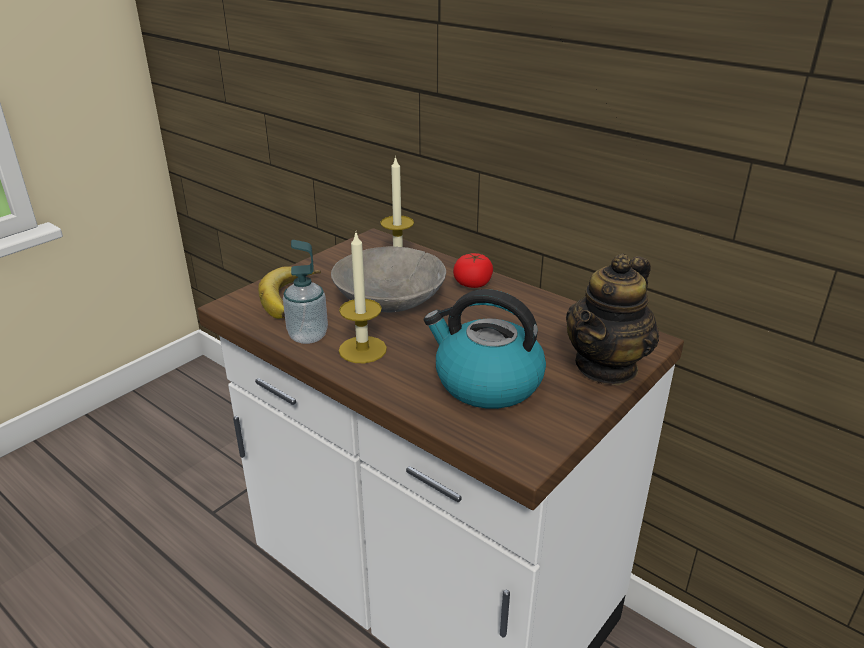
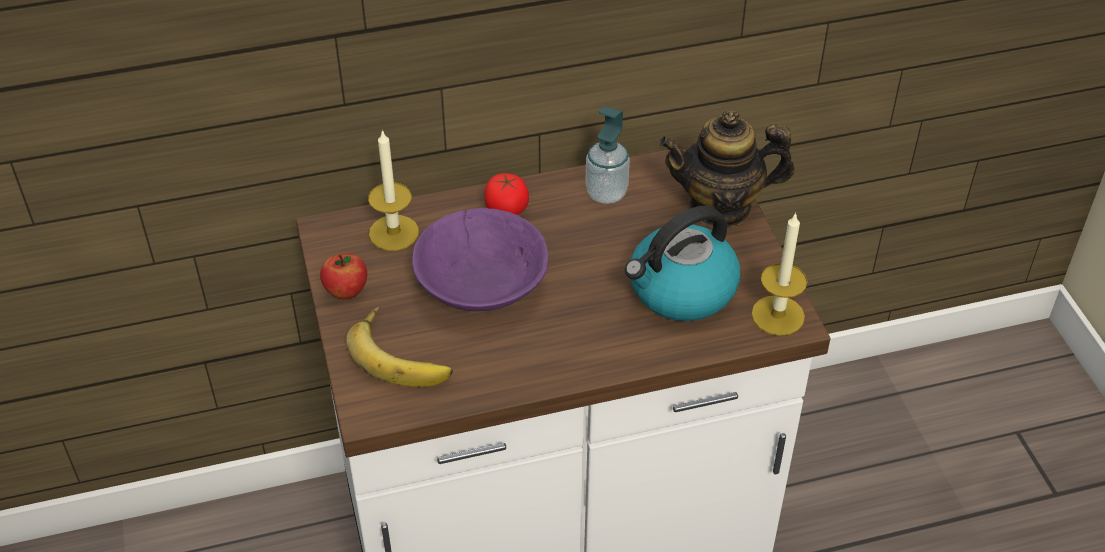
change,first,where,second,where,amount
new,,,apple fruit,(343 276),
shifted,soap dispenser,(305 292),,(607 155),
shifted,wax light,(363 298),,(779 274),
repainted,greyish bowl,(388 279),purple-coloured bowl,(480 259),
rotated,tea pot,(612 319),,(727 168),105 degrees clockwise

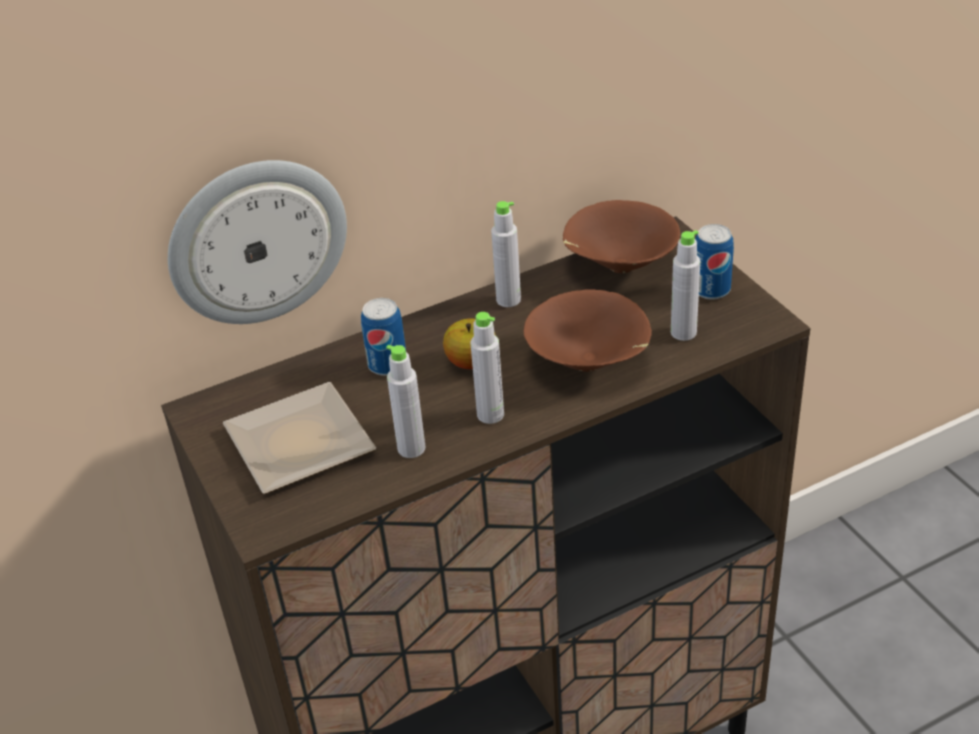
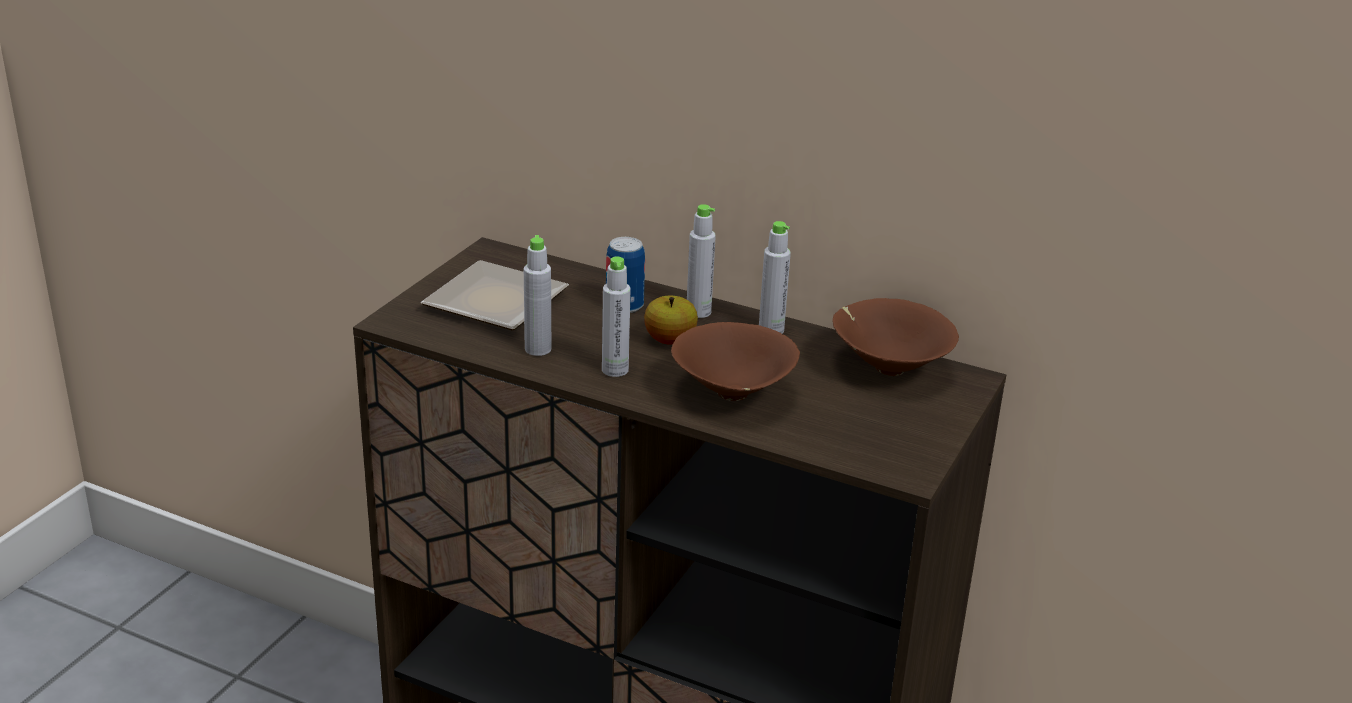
change,first,where,second,where,amount
gone,clock on the wall,(257 242),,,
gone,can,(714 262),,,
shifted,greyish drink bottle,(685 285),,(701 261),

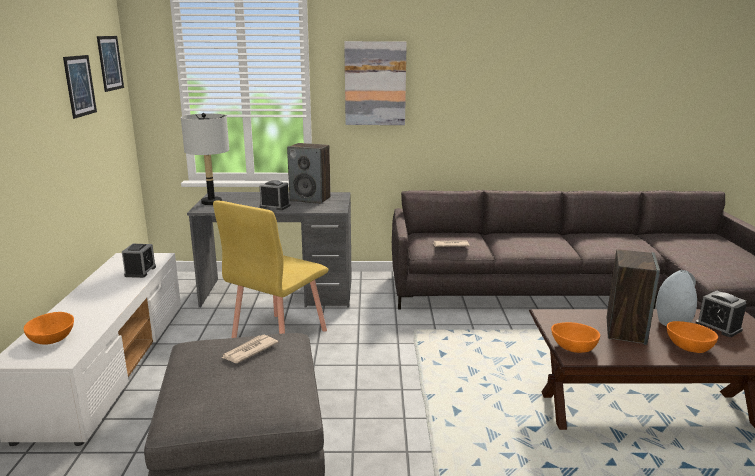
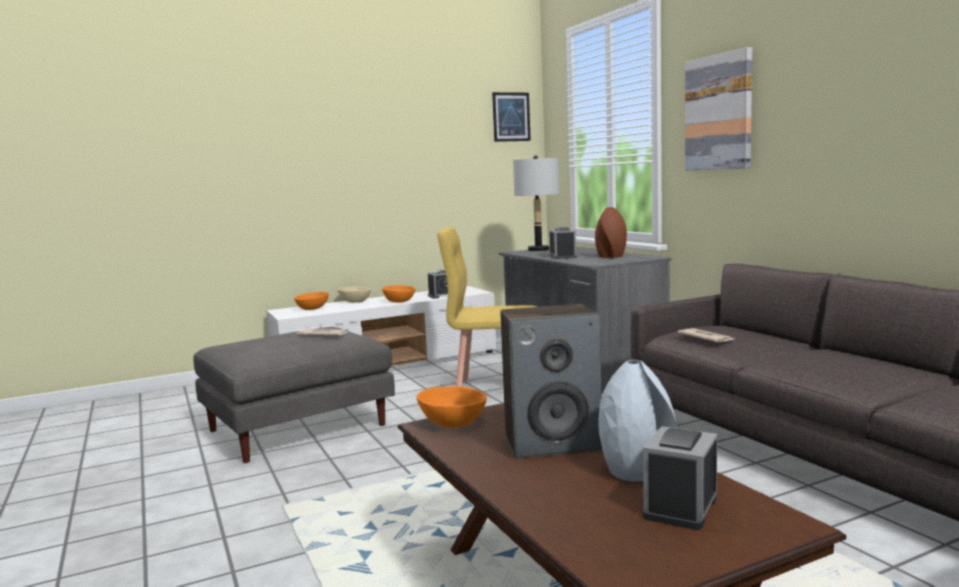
change,first,where,second,where,amount
gone,wall picture,(80 87),,,
new,,,beige-coloured bowl,(354 295),
shifted,orangey bowl,(692 337),,(399 293),
swapped,audio speaker,(309 173),brown-coloured vase,(611 232),

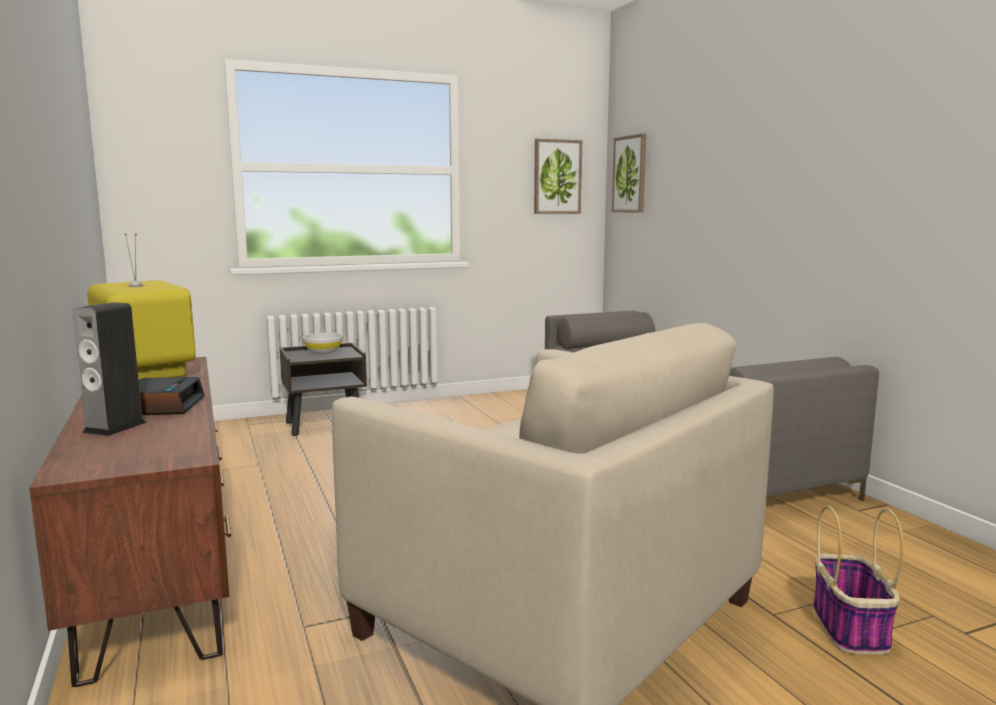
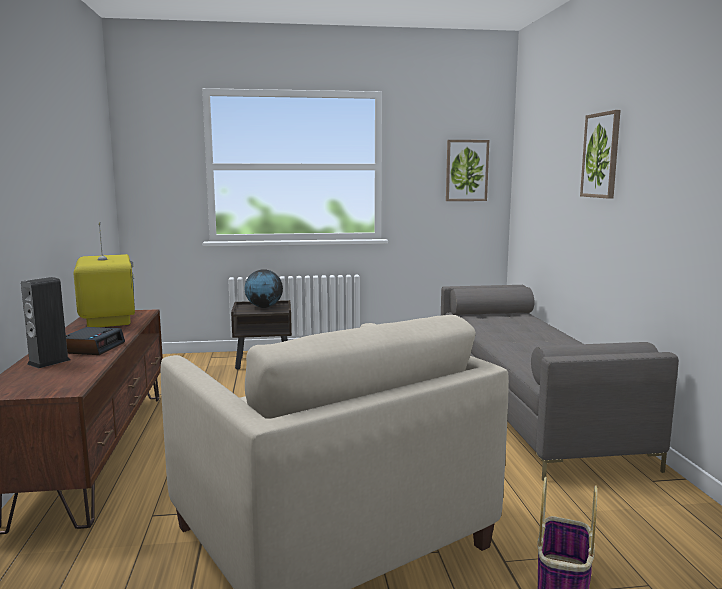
change,first,where,second,where,amount
shifted,wall picture,(629 173),,(600 154),
swapped,whitish bowl,(323 343),desk globe,(263 288),

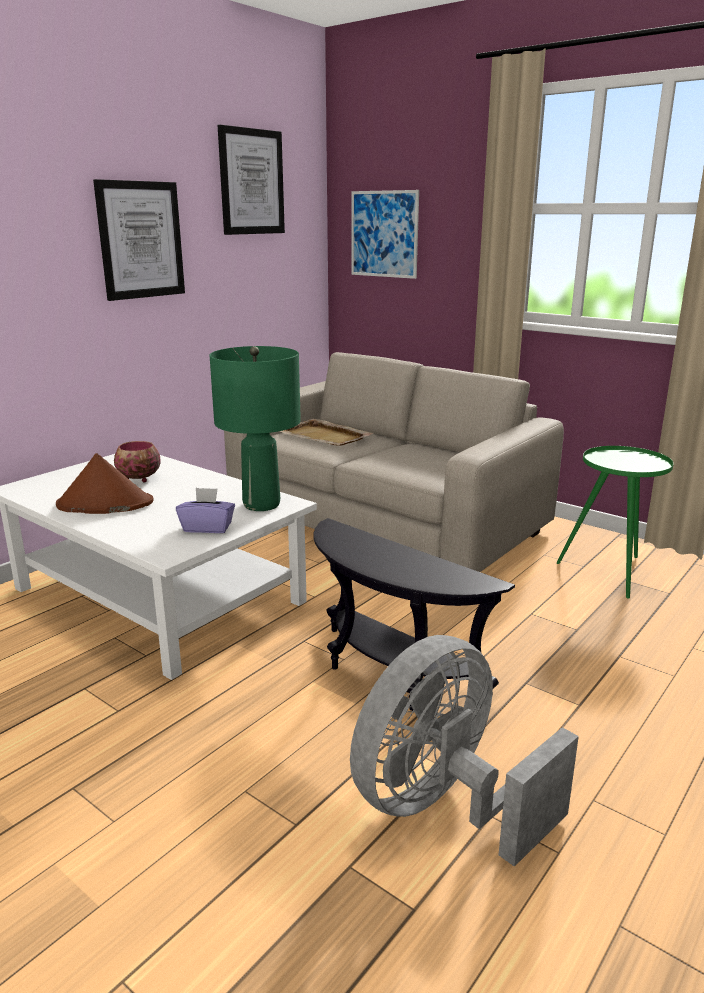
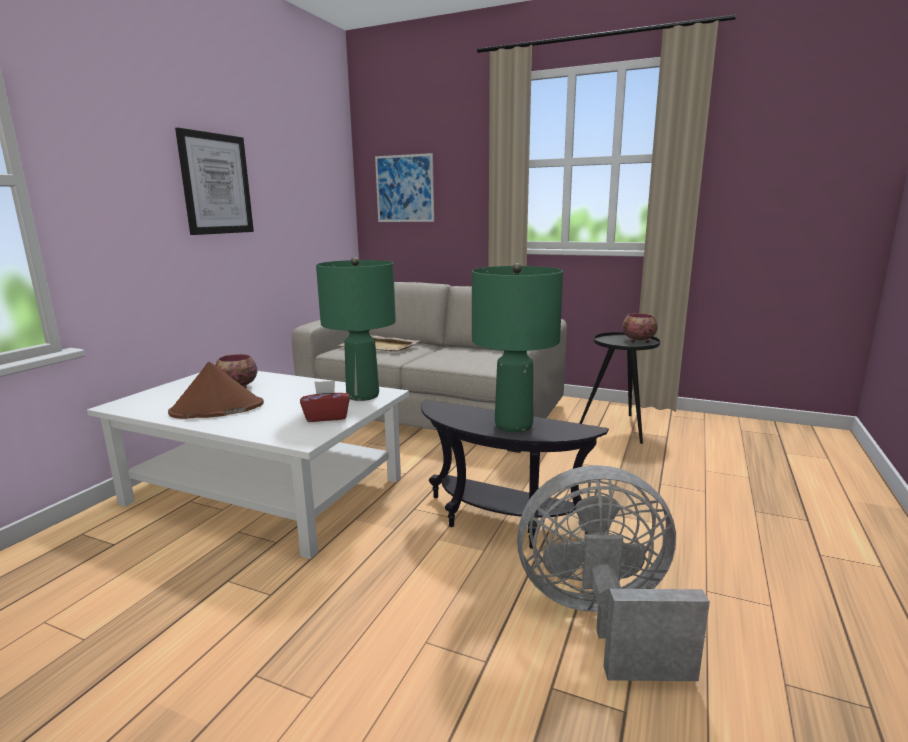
change,first,where,second,where,amount
gone,wall picture,(251 180),,,
new,,,green tabletop lamp,(517 347),
new,,,bowl,(640 328),
repainted,purple-coloured tissue box,(205 510),reddish tissue box,(325 401),
repainted,green accent table,(615 522),blackish accent table,(619 388),
rotated,greyish cooling fan,(464 751),,(613 573),60 degrees clockwise

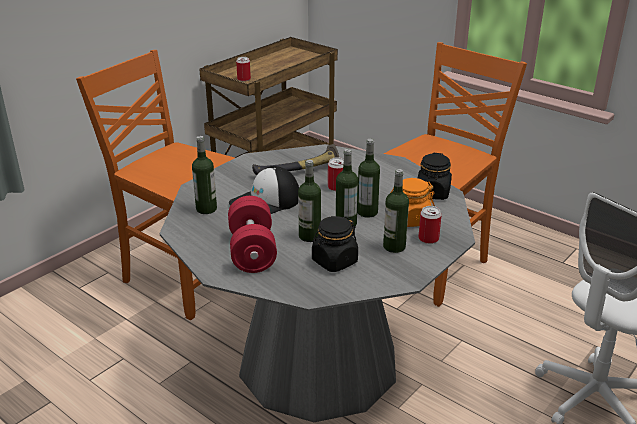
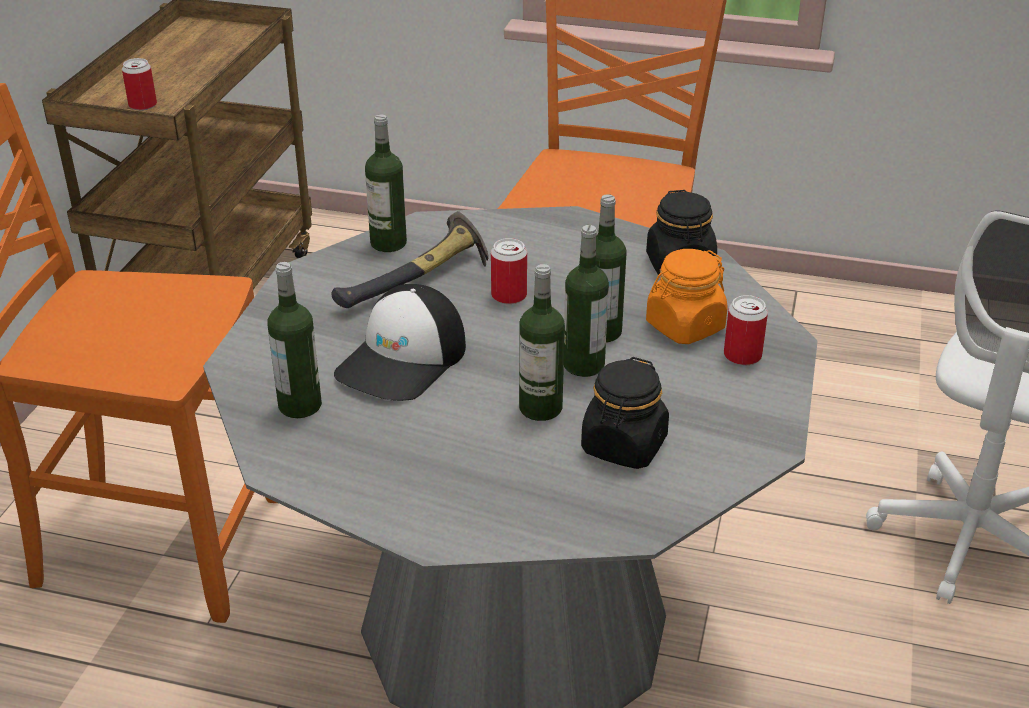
change,first,where,second,where,amount
gone,reddish free weight,(252 234),,,
shifted,drink bottle,(396 211),,(386 183),

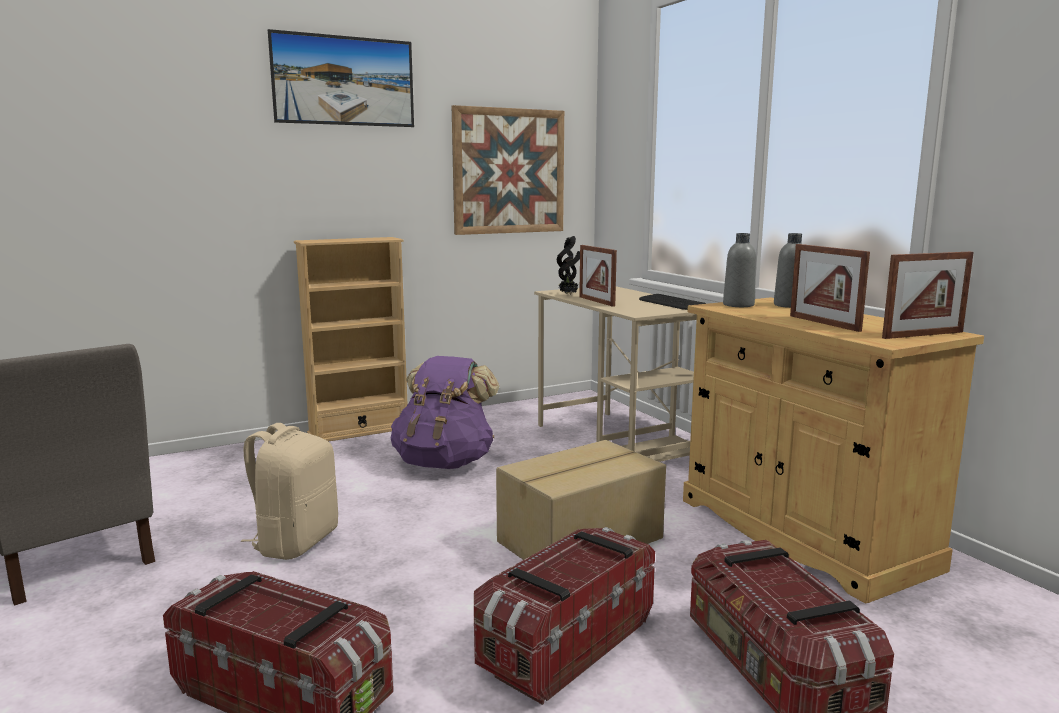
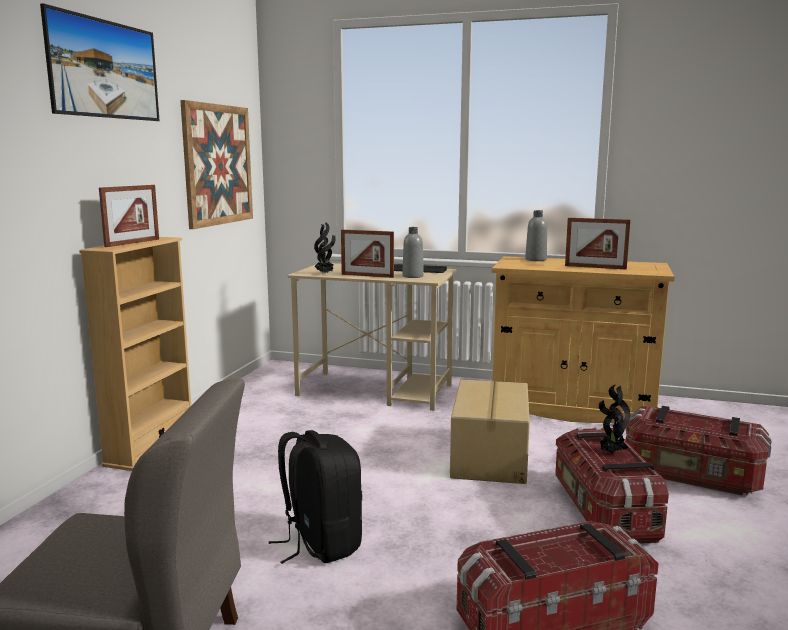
change,first,where,second,where,amount
gone,purple-coloured knapsack,(445 412),,,
new,,,plant in a pot,(614 419),
shifted,greyish drink bottle,(739 270),,(413 252),
shifted,picture frame,(928 295),,(129 216),
repainted,beige-coloured knapsack,(289 491),blackish knapsack,(315 497),

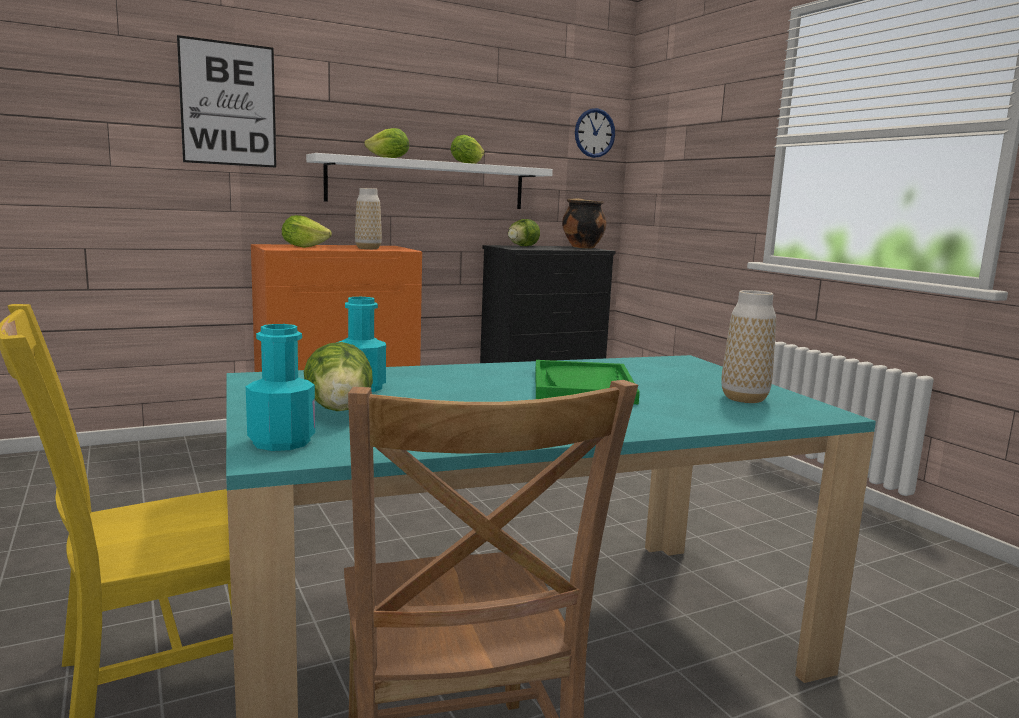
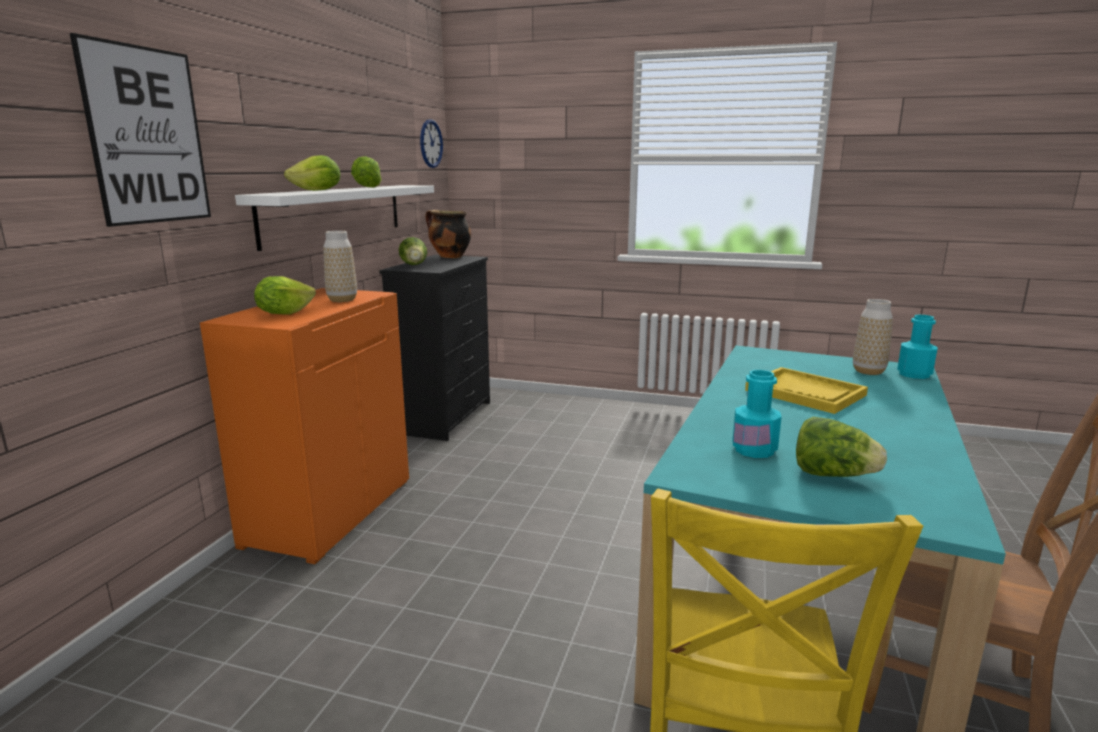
change,first,where,second,where,amount
shifted,blue-green drink bottle,(280 387),,(917 347),
repainted,green carrying tray,(587 382),yellow carrying tray,(806 390),

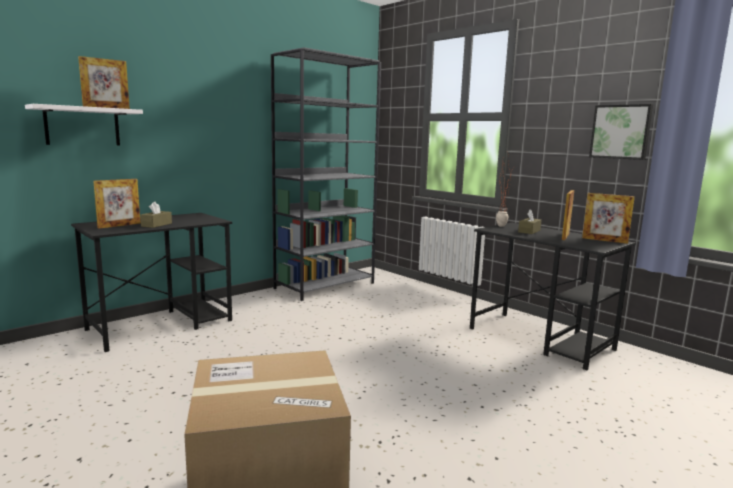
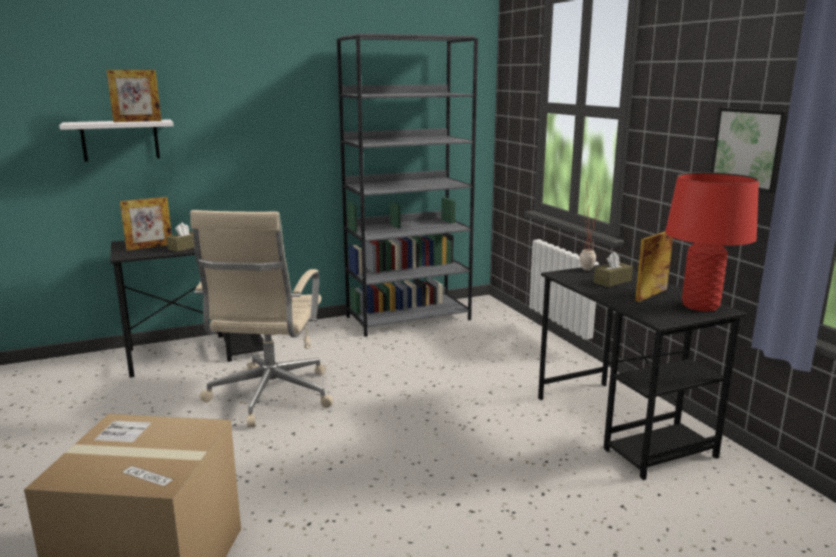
change,first,where,second,where,amount
new,,,beige-coloured computer chair,(261 318),
swapped,picture frame,(608 218),reddish tabletop lamp,(712 241),

